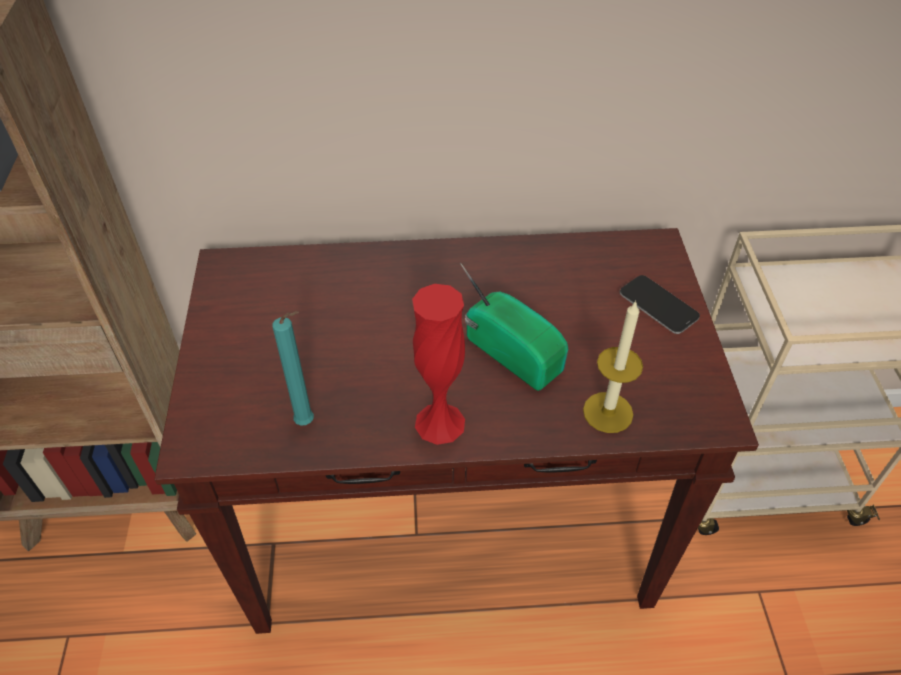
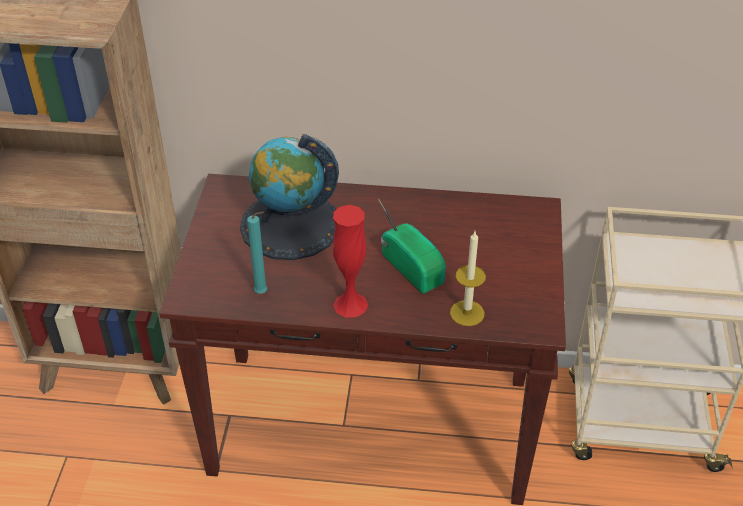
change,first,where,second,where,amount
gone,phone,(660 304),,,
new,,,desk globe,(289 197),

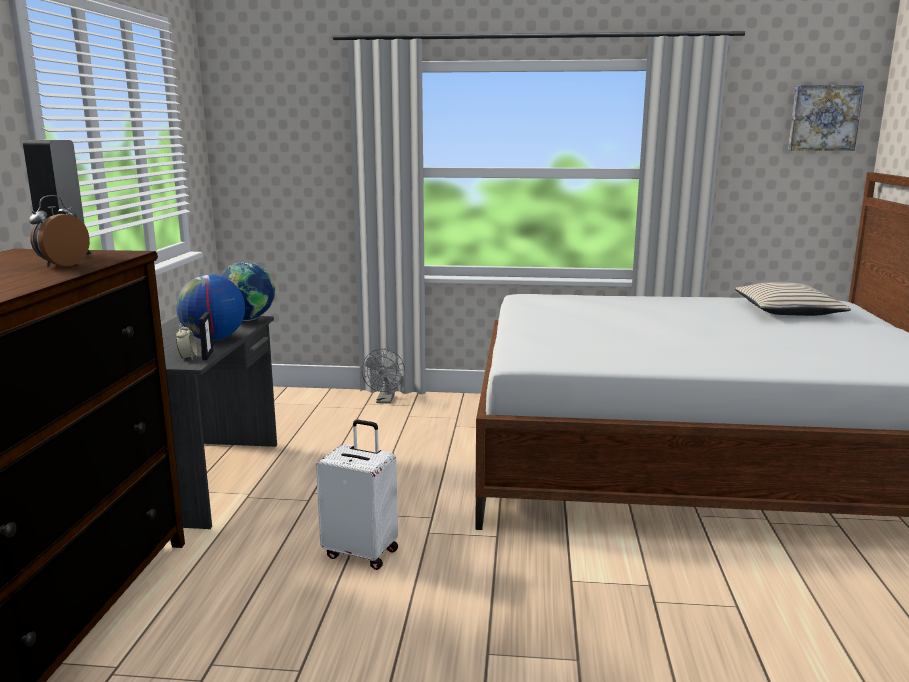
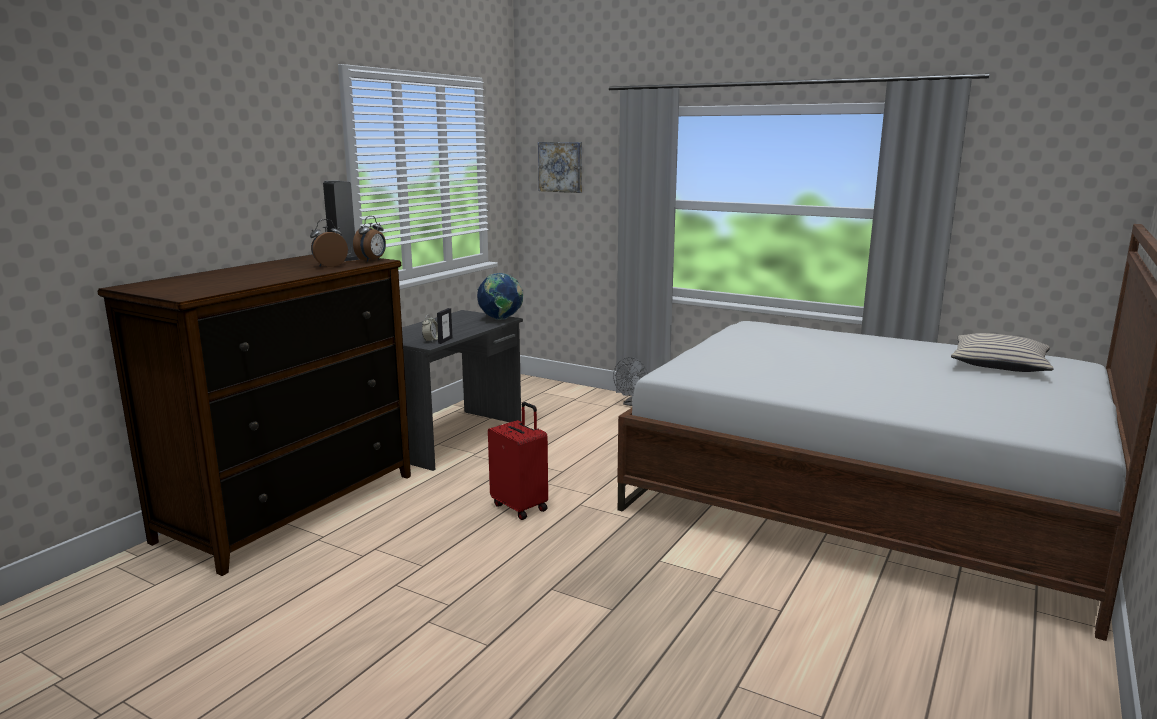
change,first,where,second,where,amount
gone,desk globe,(210 308),,,
new,,,bedside clock,(369 239),
shifted,wall picture,(826 118),,(560 167),
repainted,whitish piece of luggage,(357 494),reddish piece of luggage,(518 461),

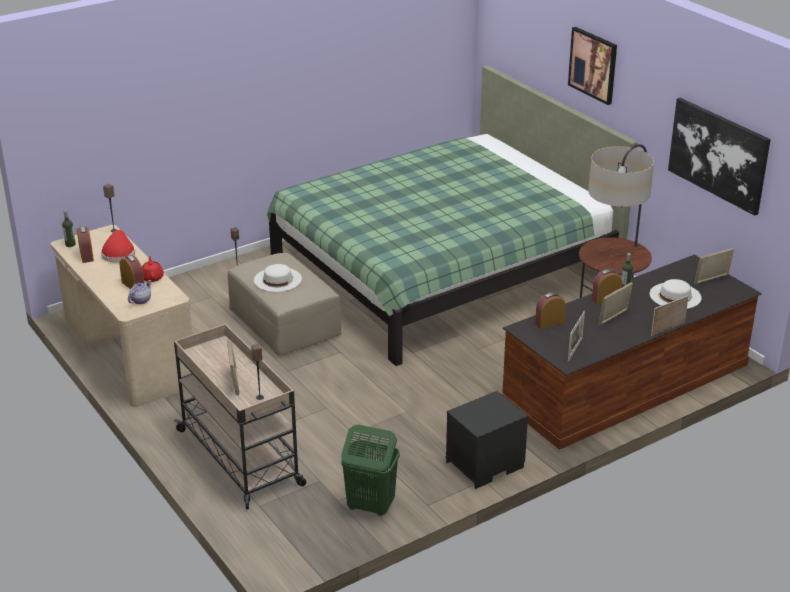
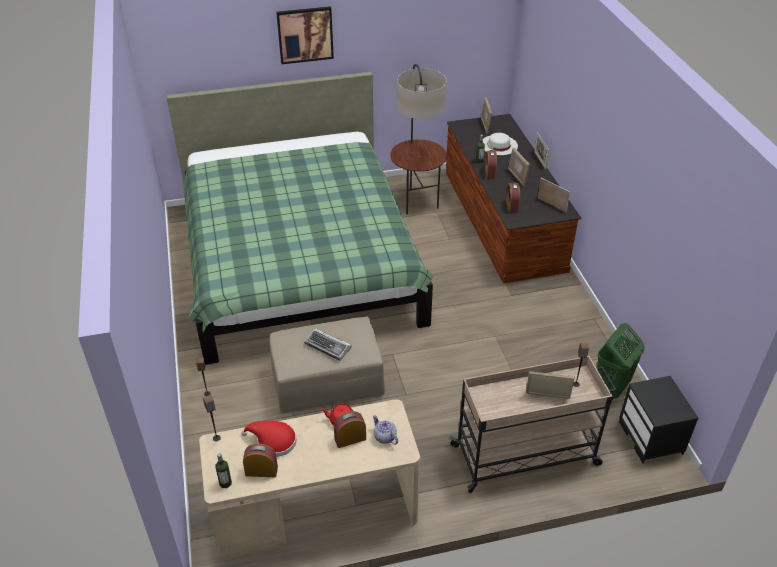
change,first,where,second,where,amount
gone,wall picture,(719 157),,,
shifted,blackish nightstand,(487 440),,(658 419),
swapped,whitish clothing hat,(278 278),PC keyboard,(328 344),

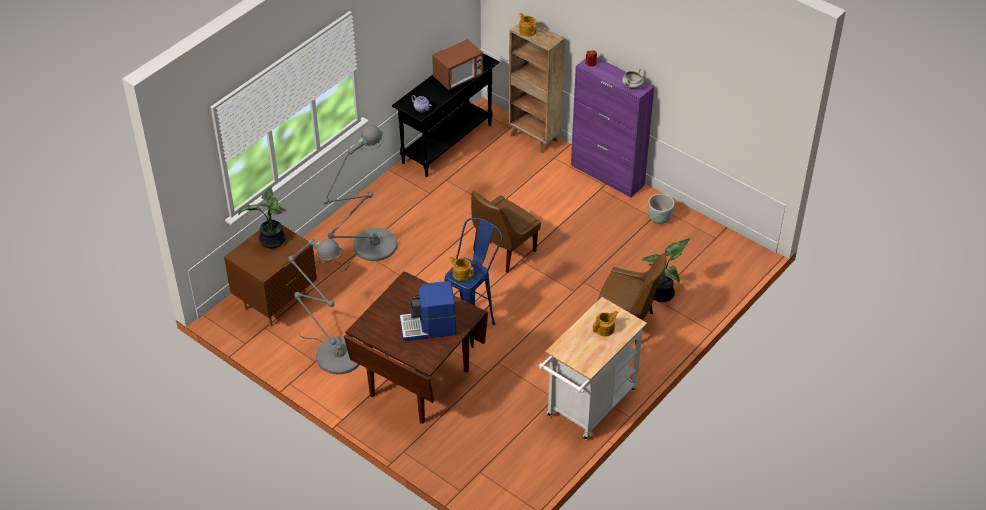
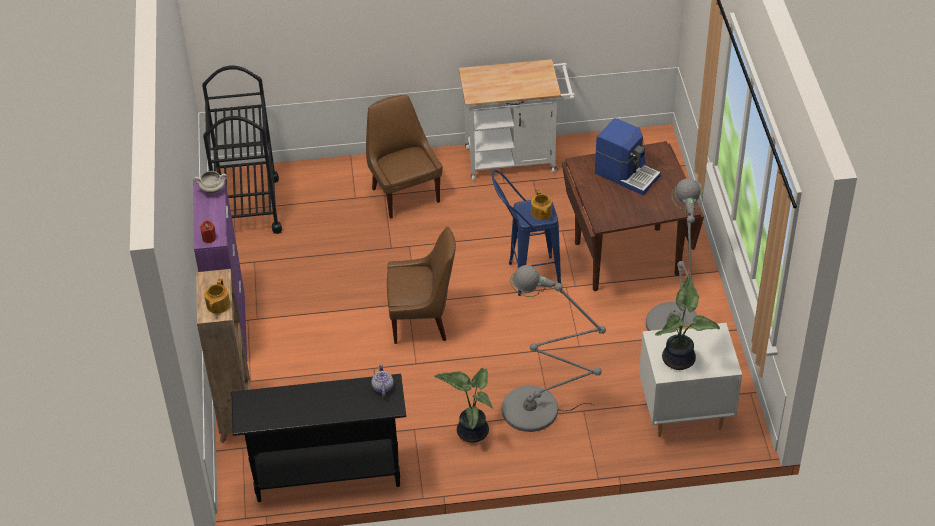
change,first,where,second,where,amount
gone,kitchen microwave,(457 64),,,
gone,tea pot,(605 324),,,
gone,greyish planter,(661 209),,,
new,,,blackish cart,(242 150),
shifted,plant in a pot,(666 270),,(463 405),
repainted,brown-coloured nightstand,(270 272),whitish nightstand,(690 380),

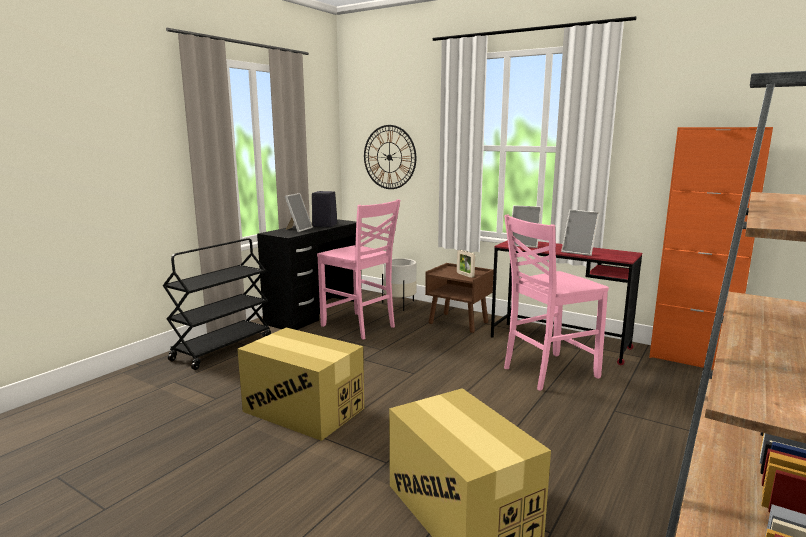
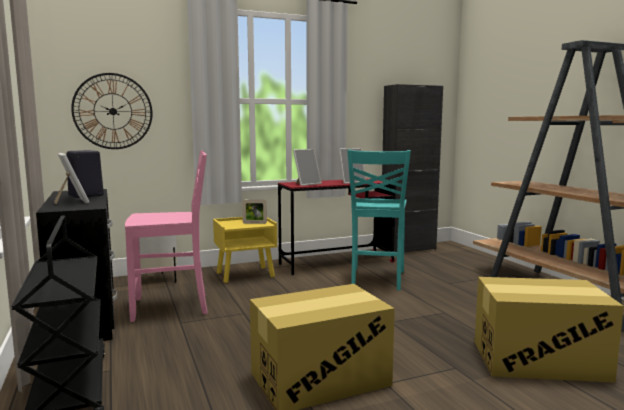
change,first,where,second,where,amount
repainted,brown-coloured nightstand,(459 298),yellow nightstand,(245 250),
repainted,pink-coloured upright chair,(556 303),blue-green upright chair,(379 220),
repainted,orangey cupboard,(711 248),blackish cupboard,(412 168),

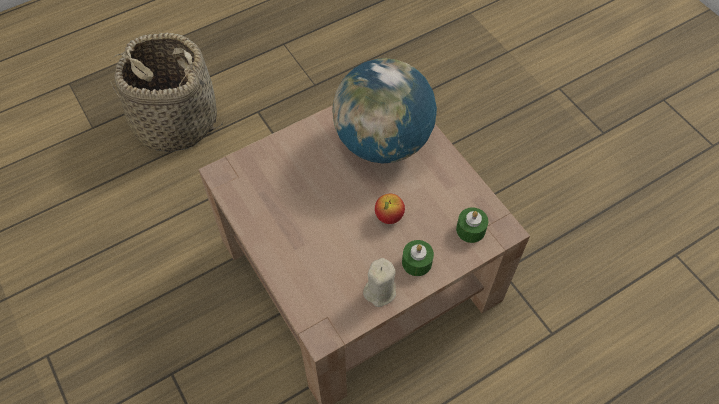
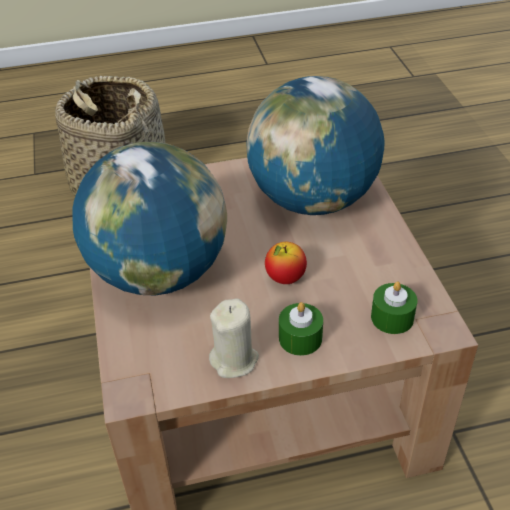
change,first,where,second,where,amount
new,,,desk globe,(150 218),

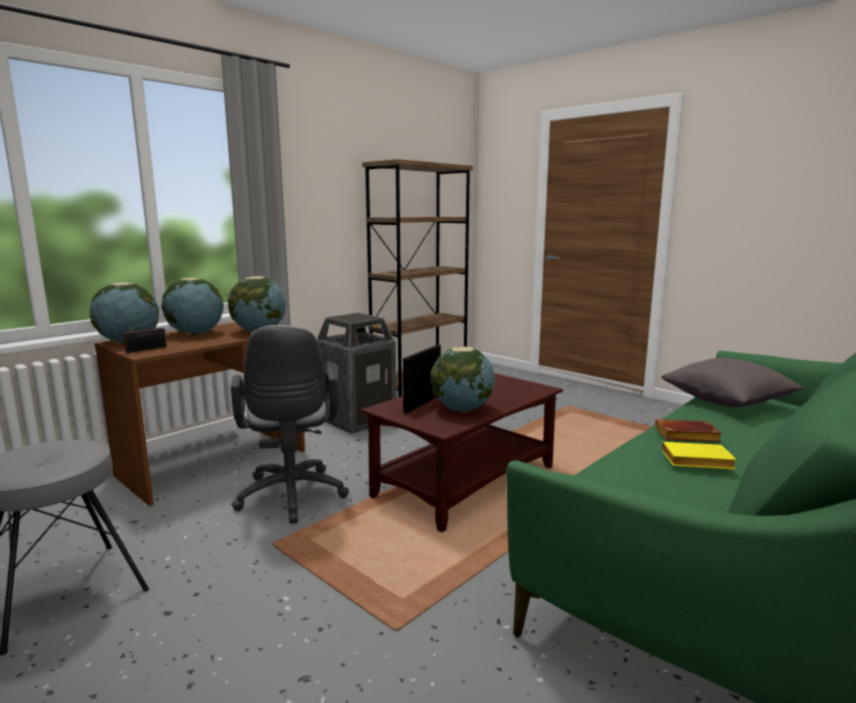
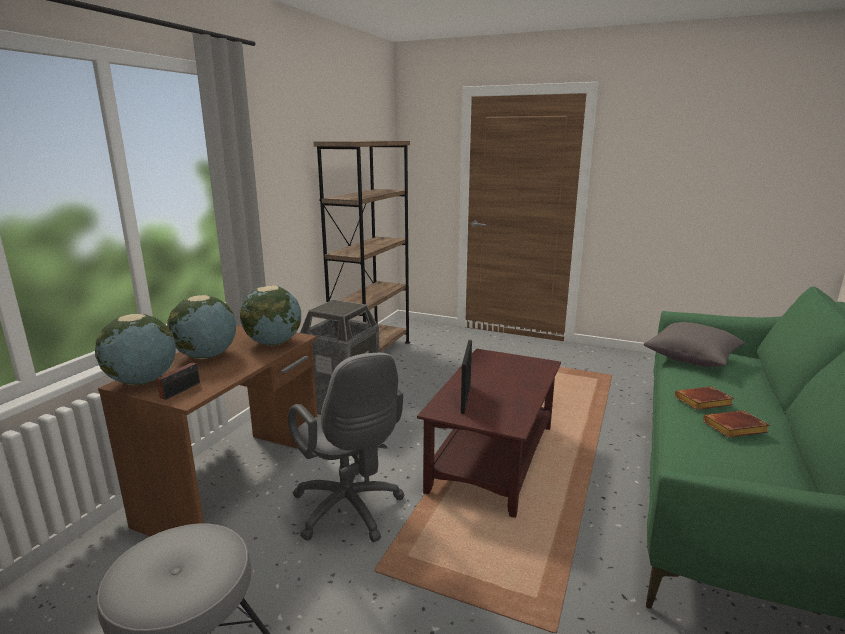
change,first,where,second,where,amount
gone,desk globe,(463 379),,,
repainted,yellow volume,(699 455),brown-coloured volume,(736 423),

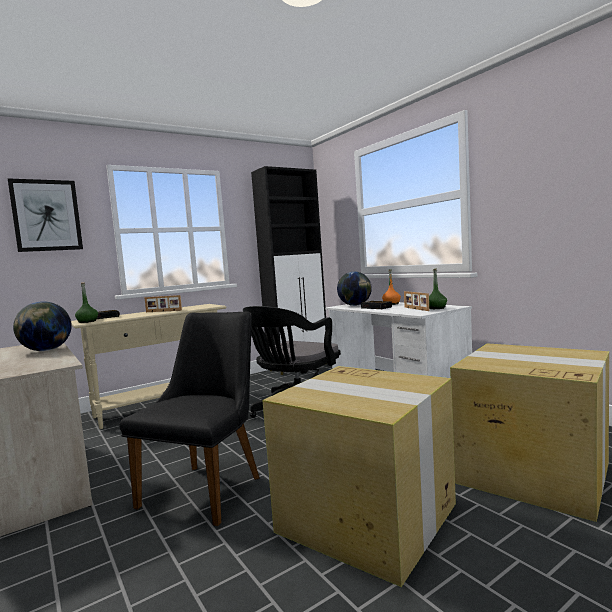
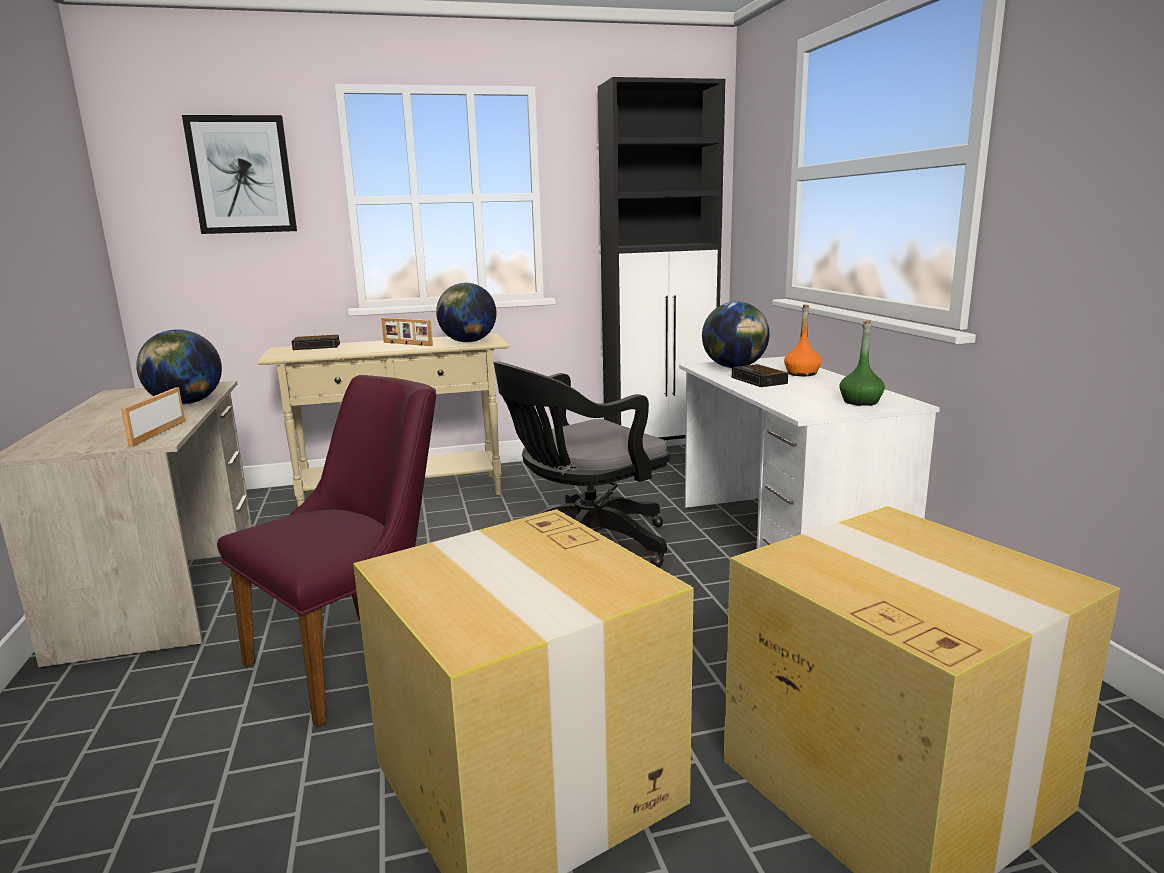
change,first,where,second,where,amount
gone,green drink bottle,(86 302),,,
new,,,desk globe,(466 313),
shifted,picture frame,(417 301),,(153 417),
repainted,blackish upright chair,(189 418),purple-coloured upright chair,(326 551),

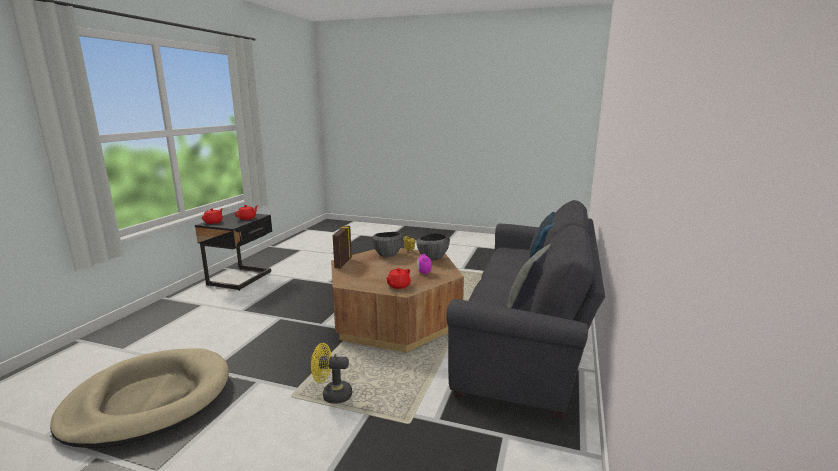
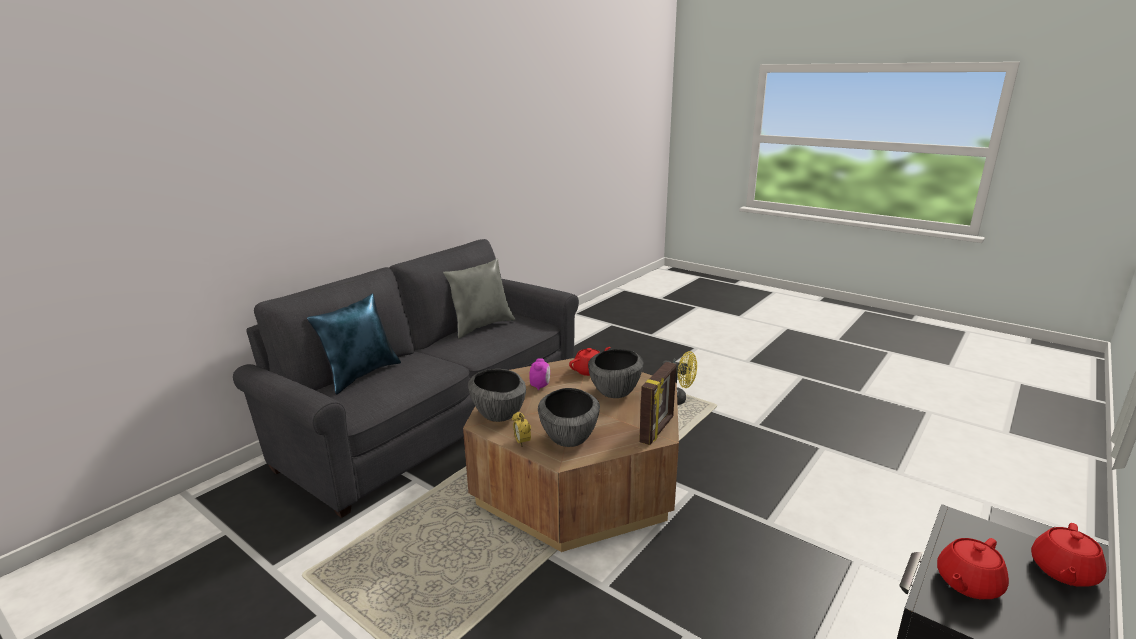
change,first,where,second,where,amount
gone,beige-coloured dog cushion,(139 398),,,
new,,,bowl,(616 373),

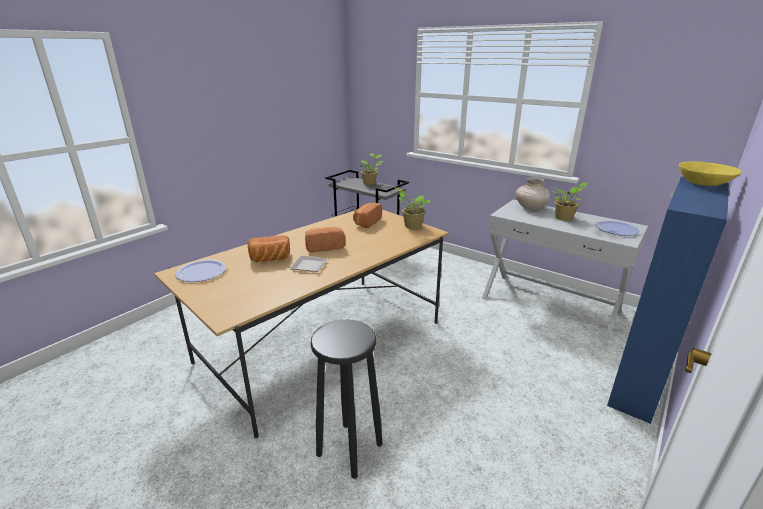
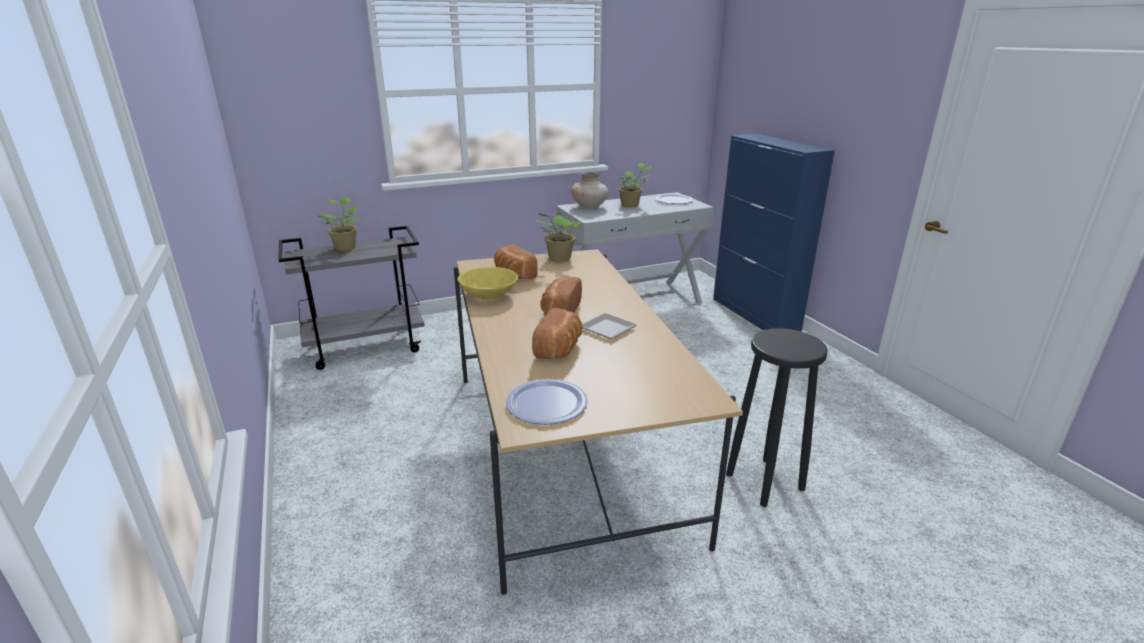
change,first,where,second,where,amount
shifted,yellow bowl,(710 173),,(488 283),

